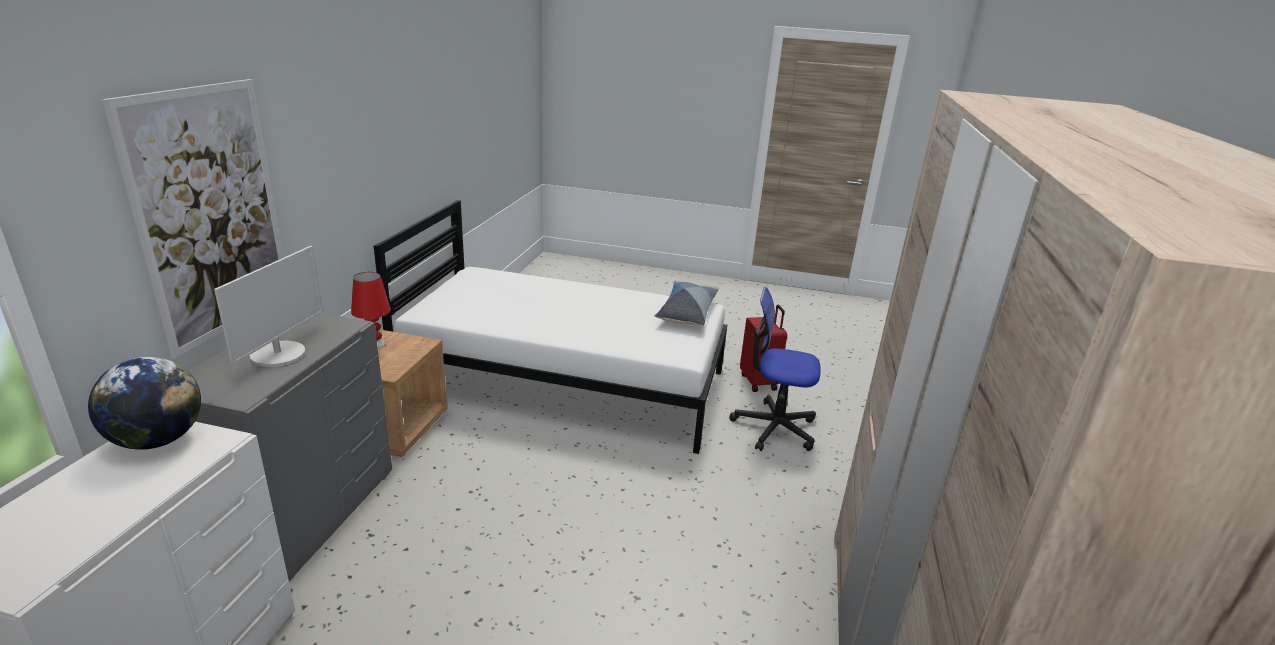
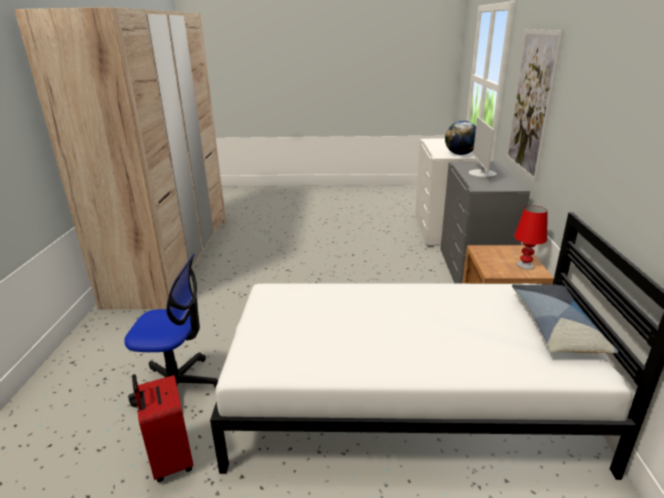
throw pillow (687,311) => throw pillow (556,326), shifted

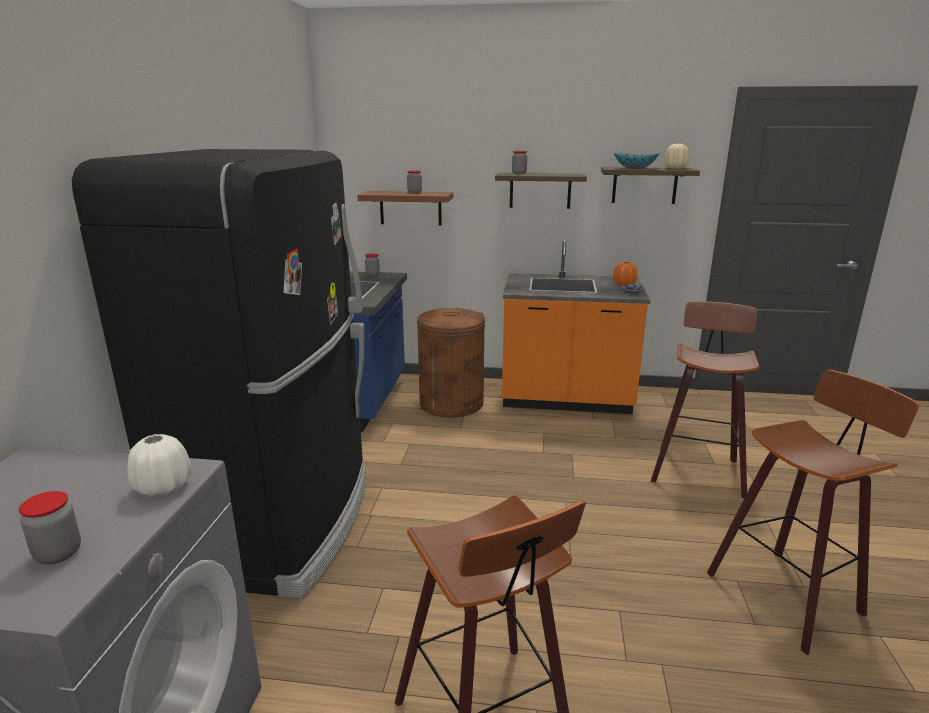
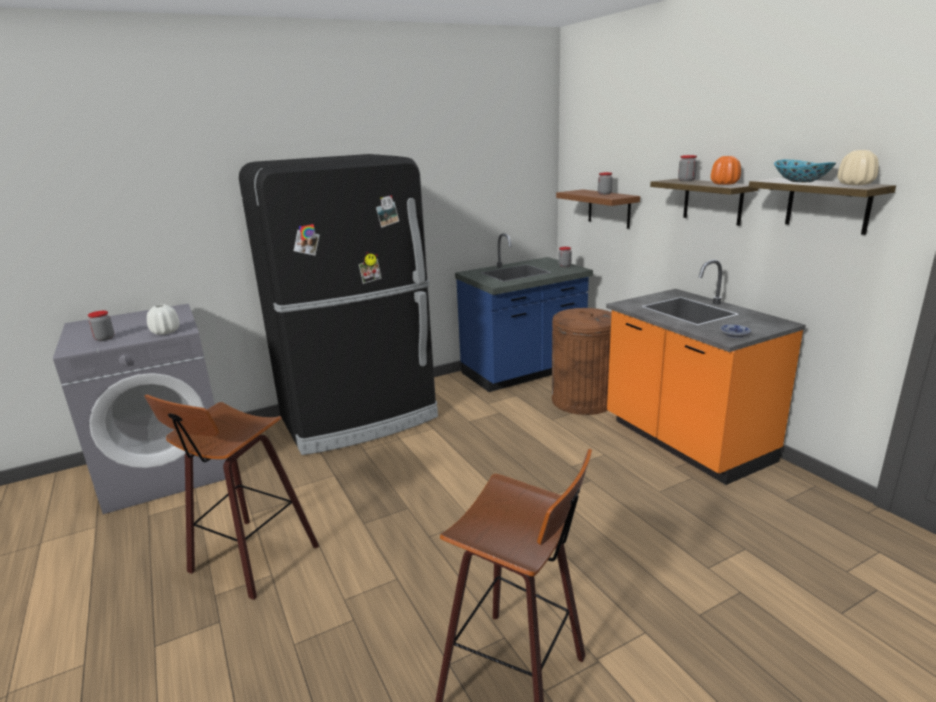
stool (697,469) => nothing
vase (orange) (624,284) => vase (orange) (724,184), shifted

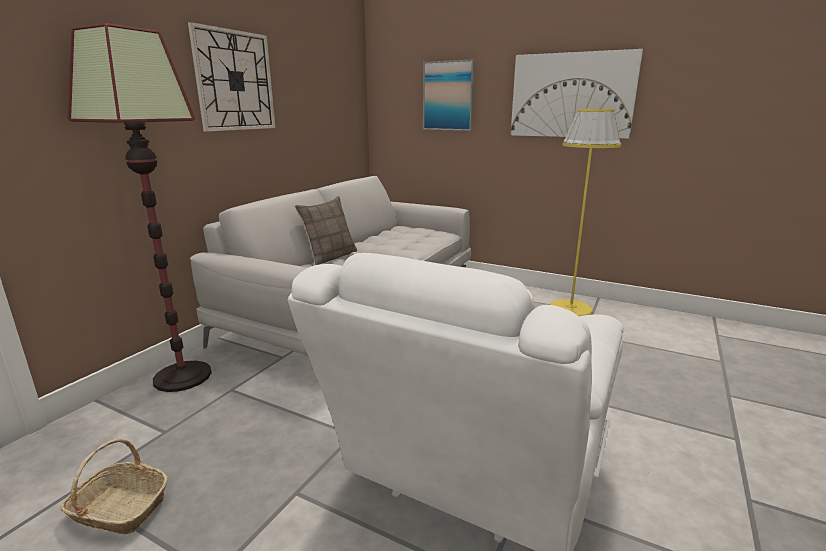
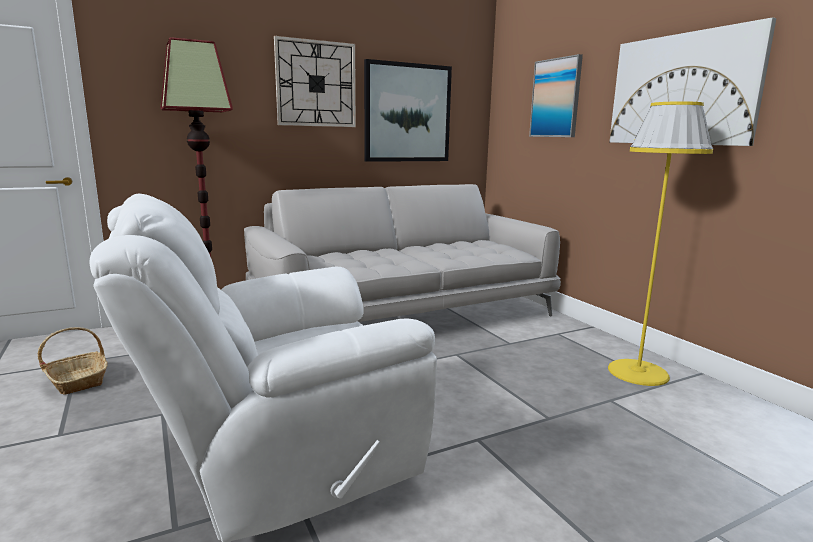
throw pillow (330,257) => nothing
nothing => wall picture (407,113)

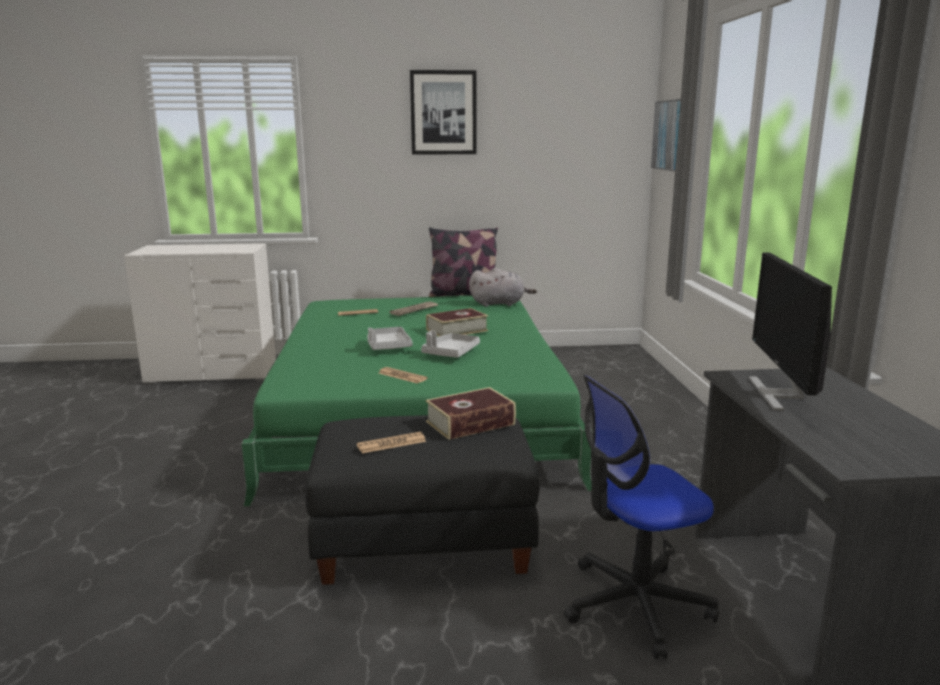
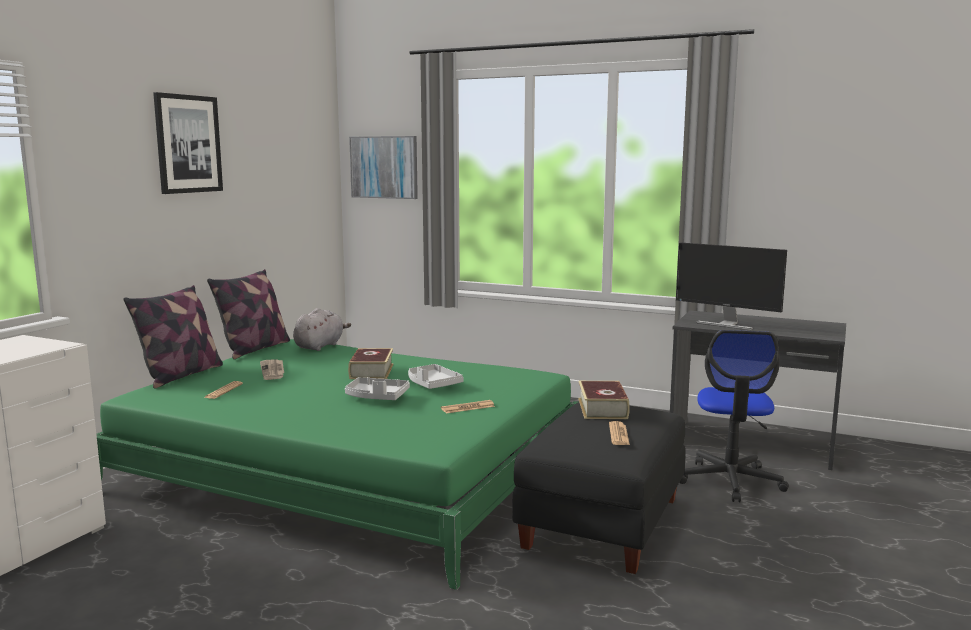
nothing => throw pillow (181,375)

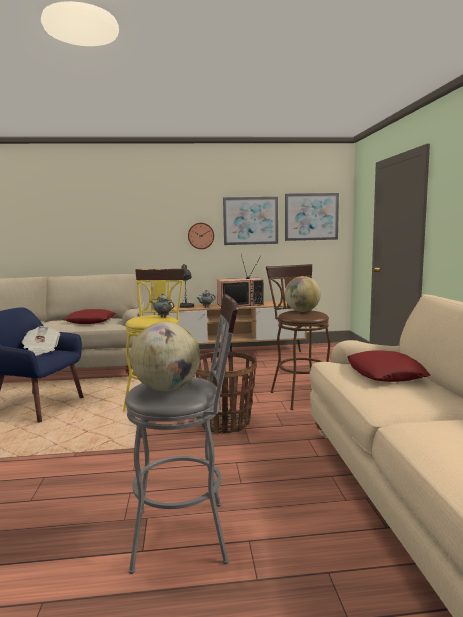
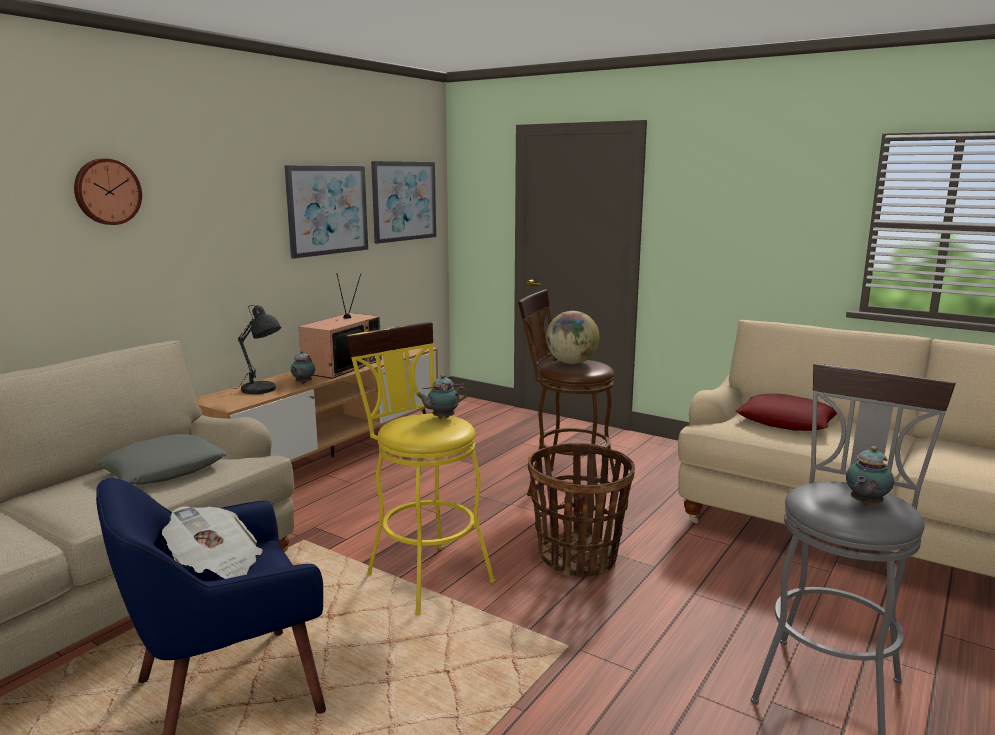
wall clock (201,236) => wall clock (107,191), shifted
globe (167,388) => teapot (864,504)
throw pillow (reddish) (90,321) => throw pillow (grey) (165,469)

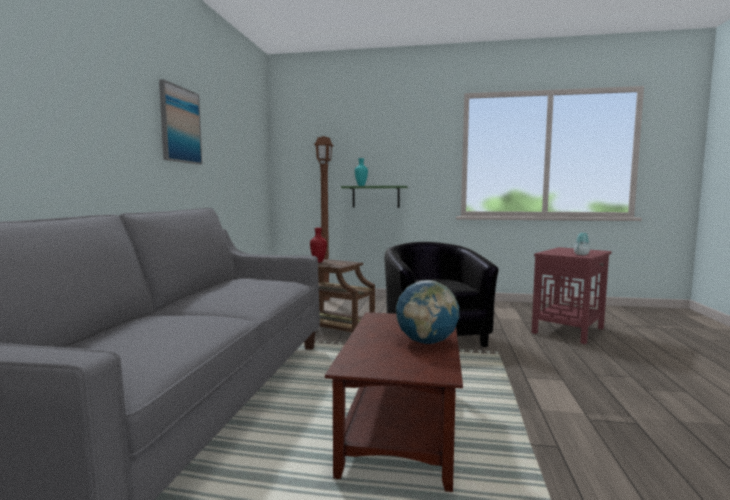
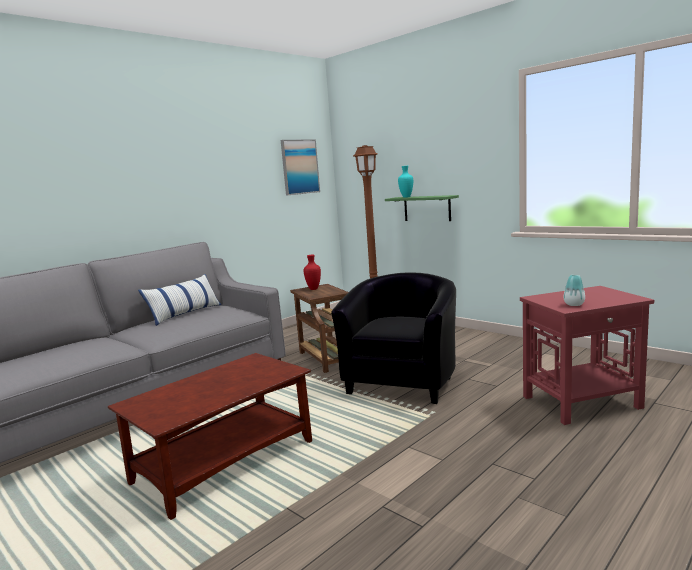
globe (426,342) => nothing
nothing => throw pillow (185,314)
wall picture (180,125) => wall picture (300,167), shifted

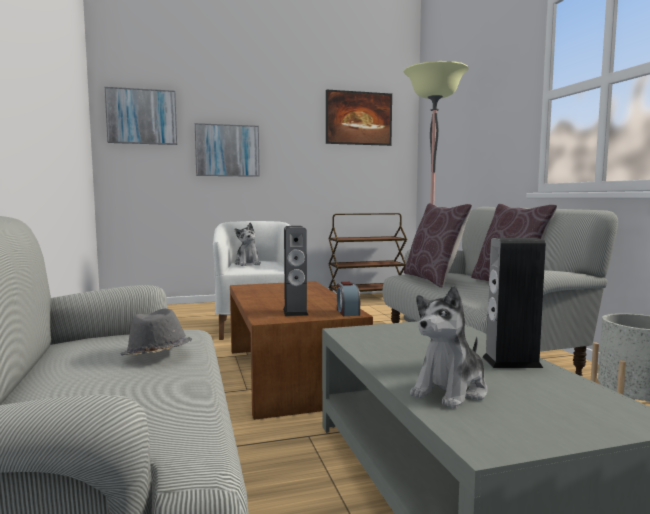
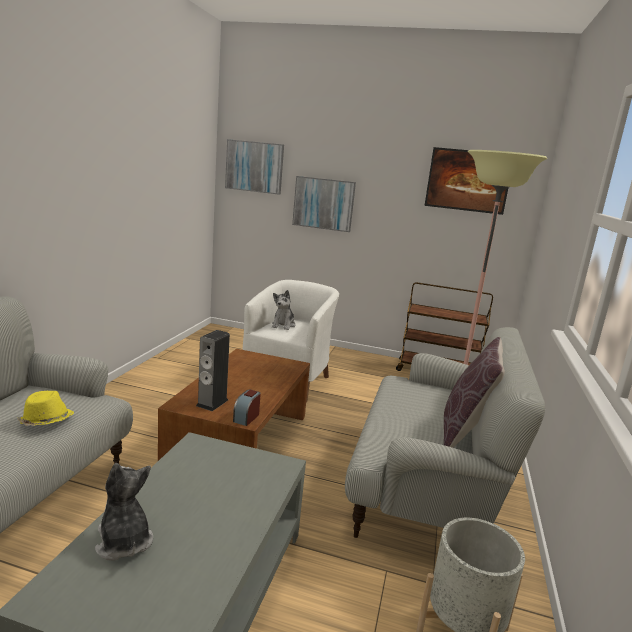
throw pillow (brown) (433,279) => nothing
audio speaker (511,362) => nothing
hat (grey) (156,354) => hat (yellow-coloured) (46,422)
soft toy (451,391) => soft toy (124,542), 75 degrees clockwise

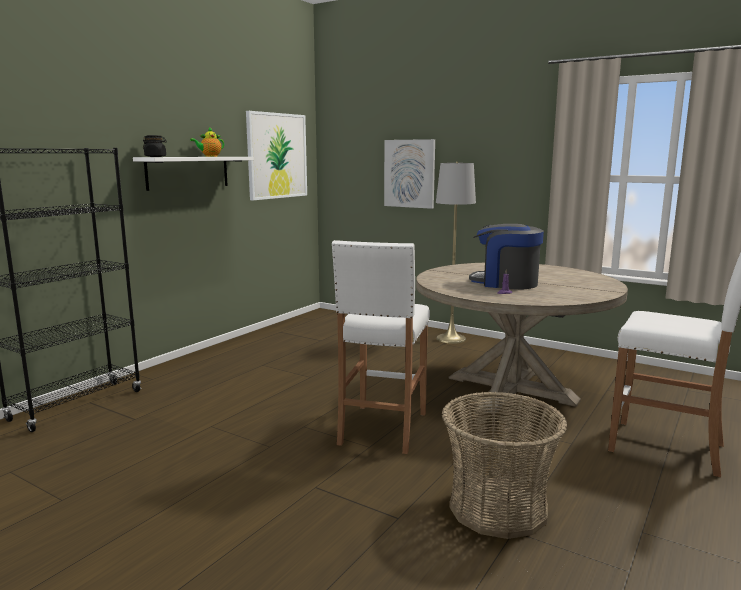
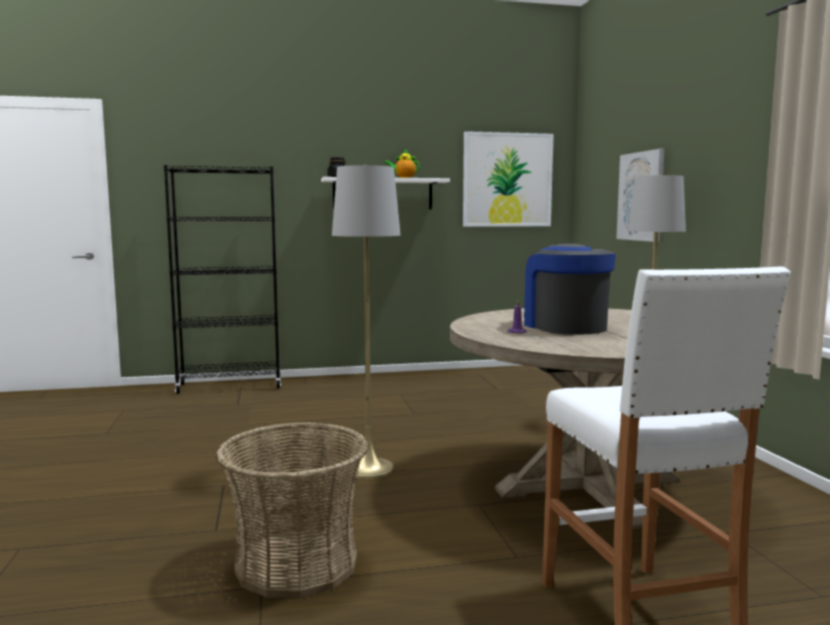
stool (white-coloured) (382,429) => standard lamp (grey) (368,468)

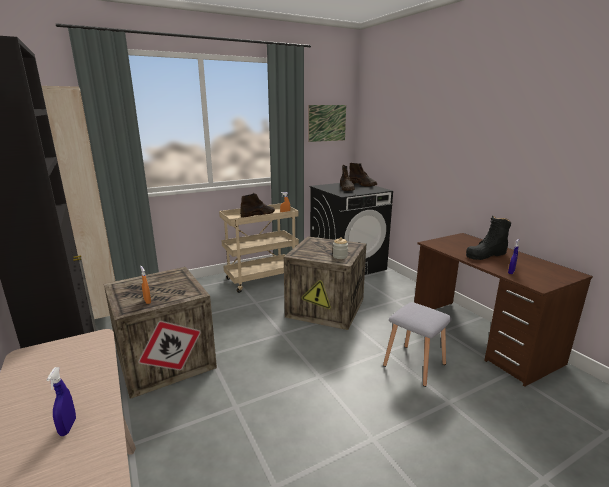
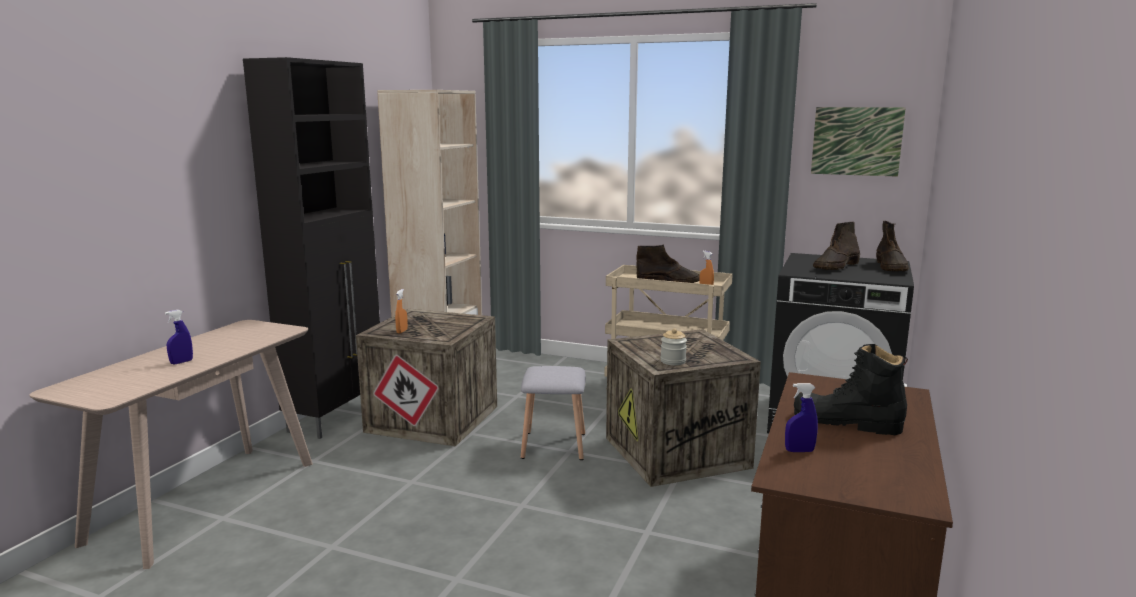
stool (grey) (414,364) => stool (grey) (555,445), shifted

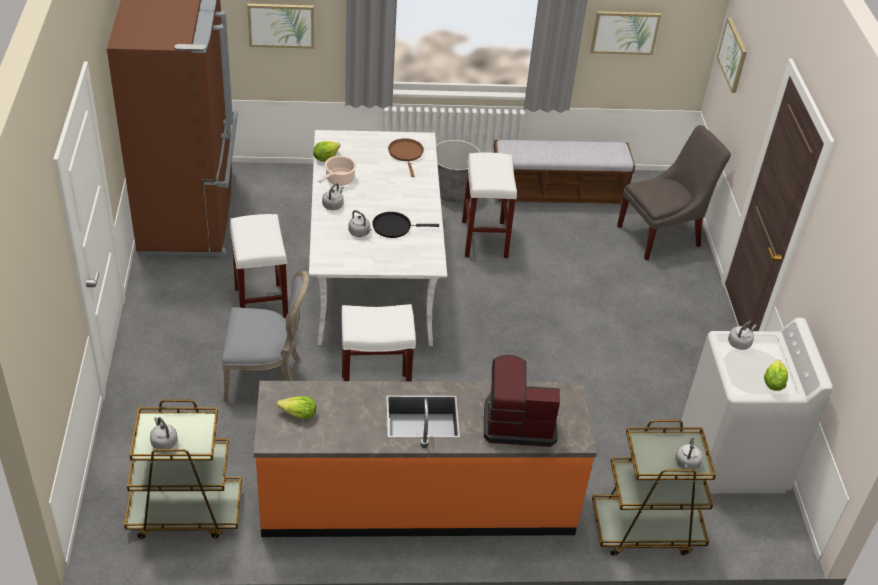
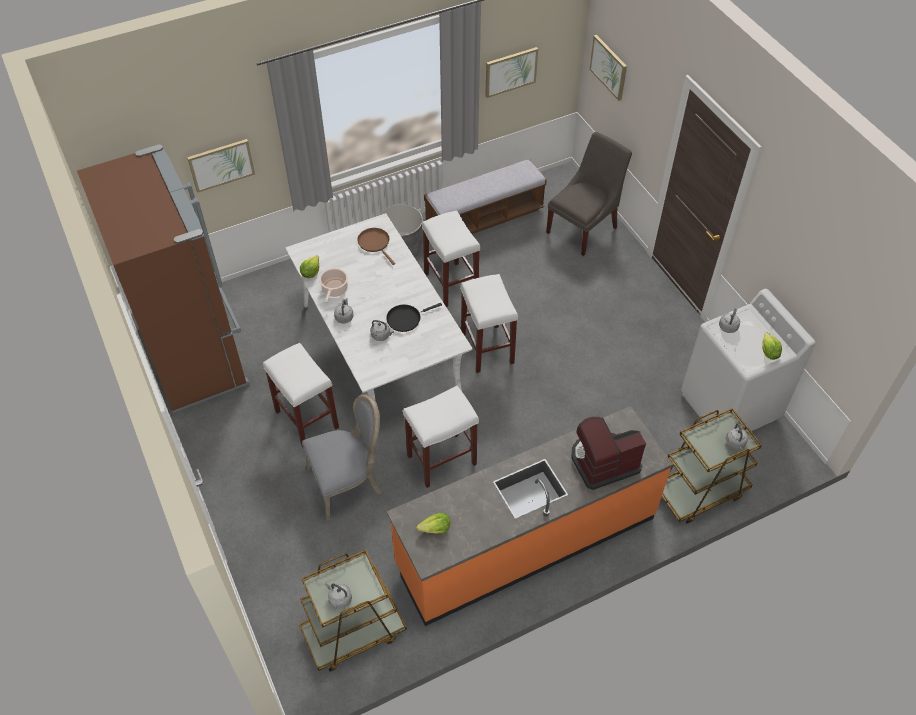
nothing => stool (white-coloured) (488,349)

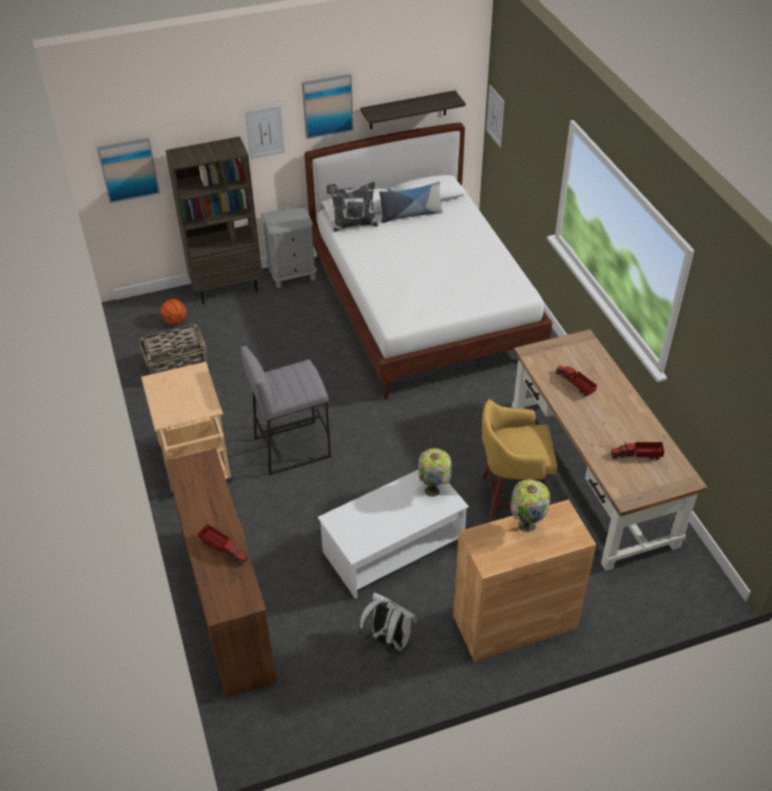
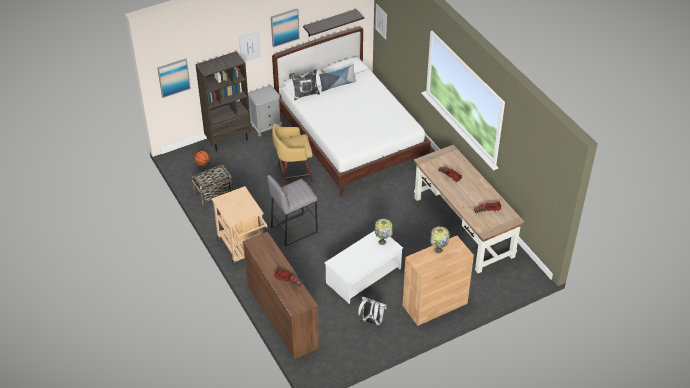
stool (yellow-coloured) (511,496) => stool (yellow-coloured) (293,174), shifted

